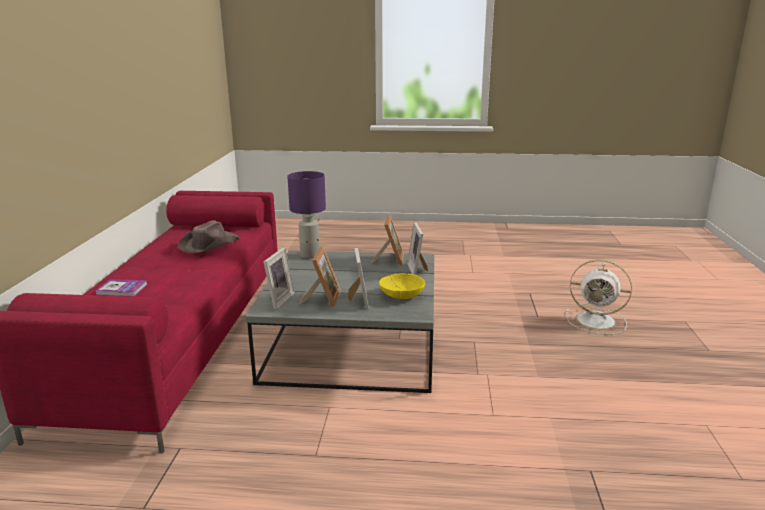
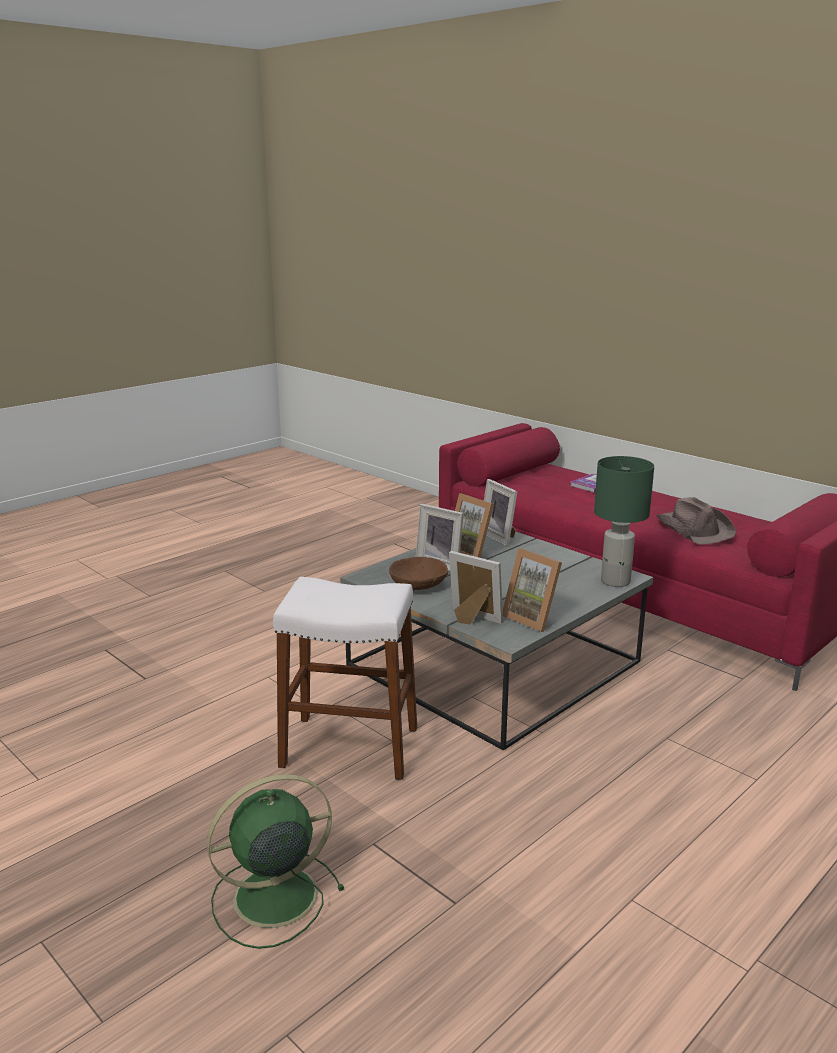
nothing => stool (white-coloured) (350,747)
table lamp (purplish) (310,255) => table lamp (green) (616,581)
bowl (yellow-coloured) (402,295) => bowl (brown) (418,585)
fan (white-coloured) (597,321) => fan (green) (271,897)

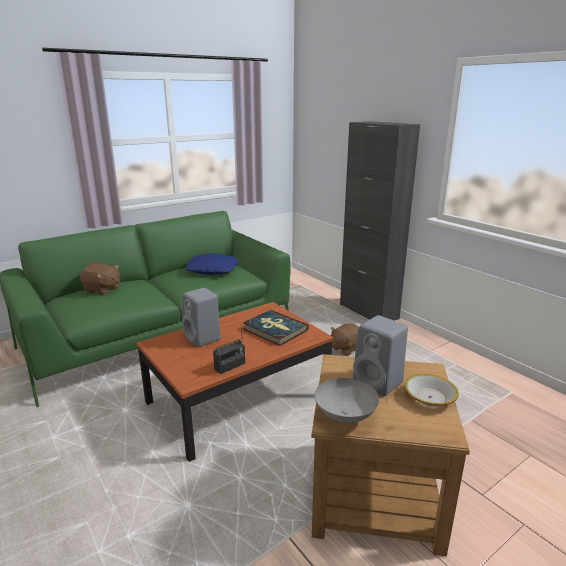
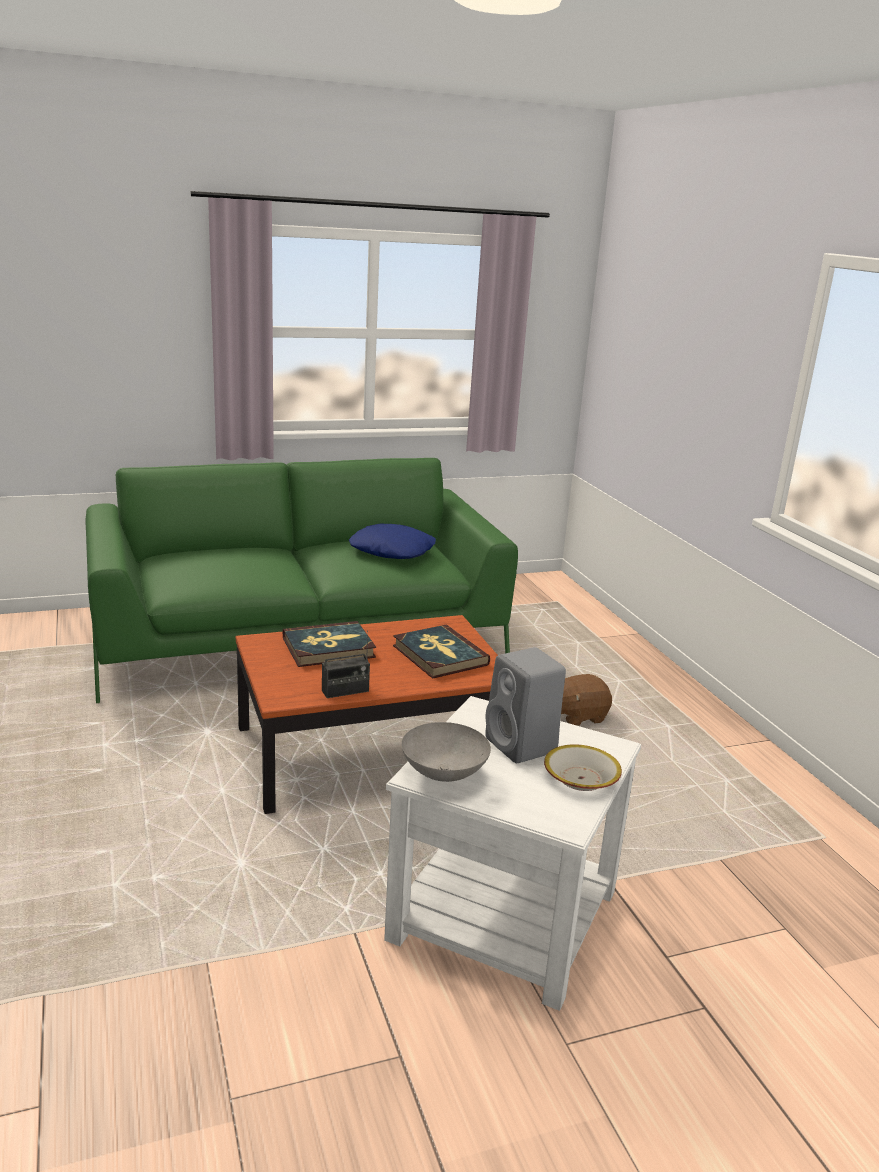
soft toy (brown) (102,290) => nothing
cupboard (black-coloured) (368,311) => nothing
audio speaker (grey) (203,339) => bound book (328,648)
accent table (brown) (375,493) => accent table (white-coloured) (503,914)

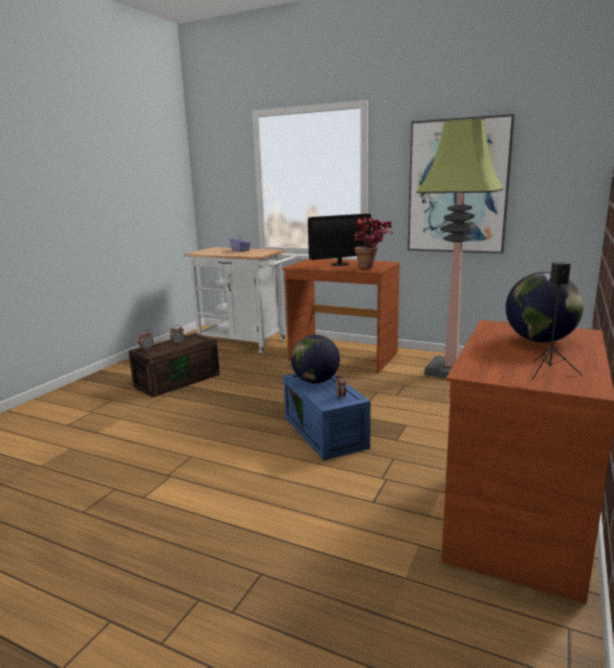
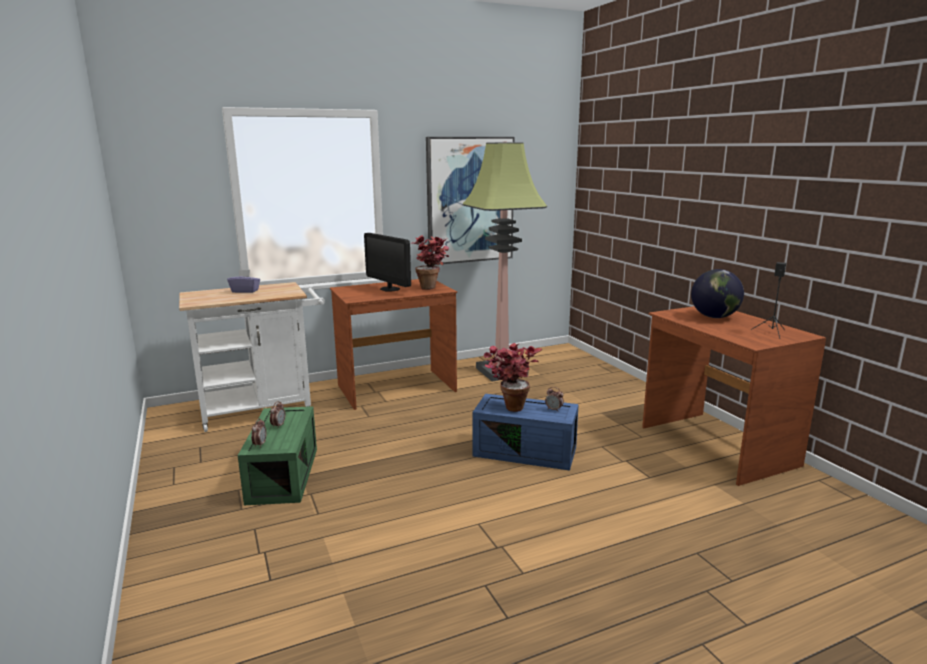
globe (315,381) => potted plant (509,406)
storage bin (brown) (178,380) => storage bin (green) (282,474)
monitor (339,264) => monitor (390,289), 120 degrees clockwise

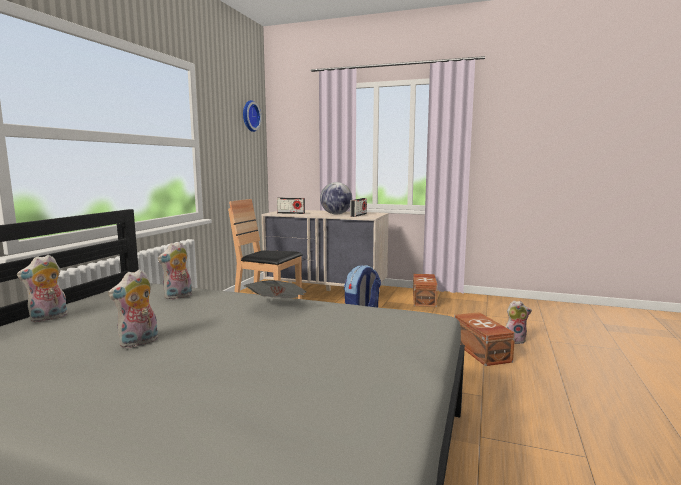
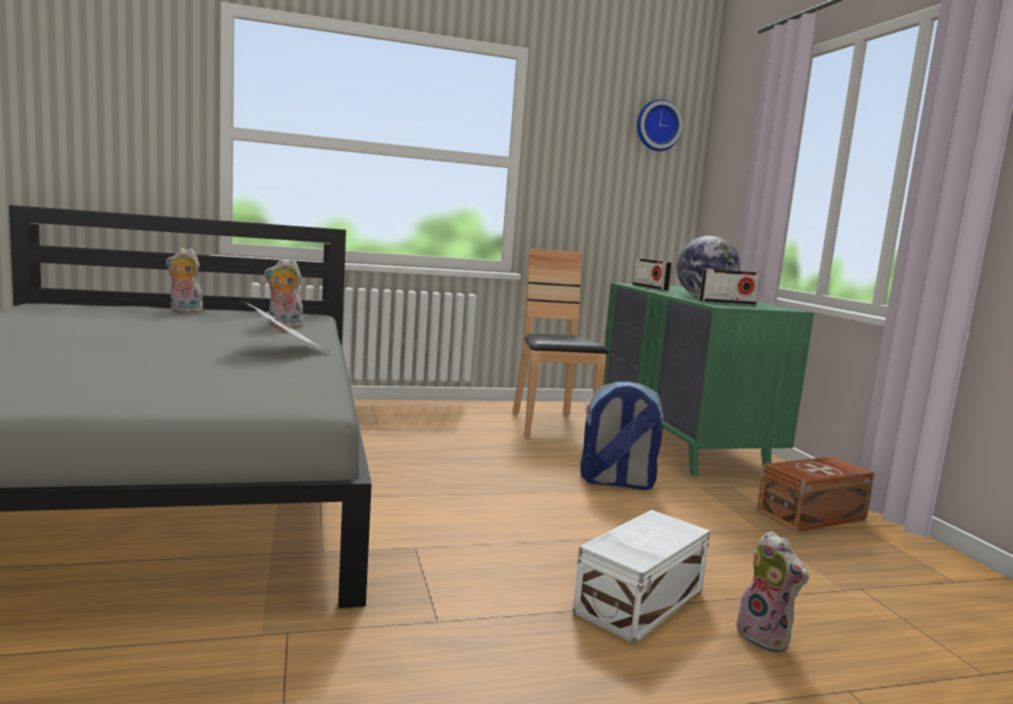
soft toy (139,343) => nothing
chest of drawers (beige) (326,292) => chest of drawers (green) (681,442)
storage bin (brown) (481,351) => storage bin (white-coloured) (636,601)

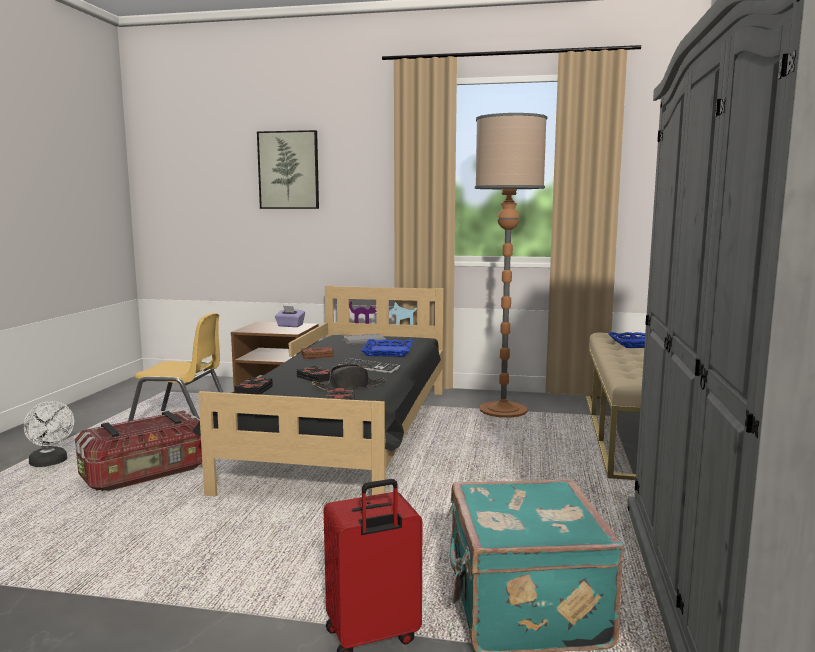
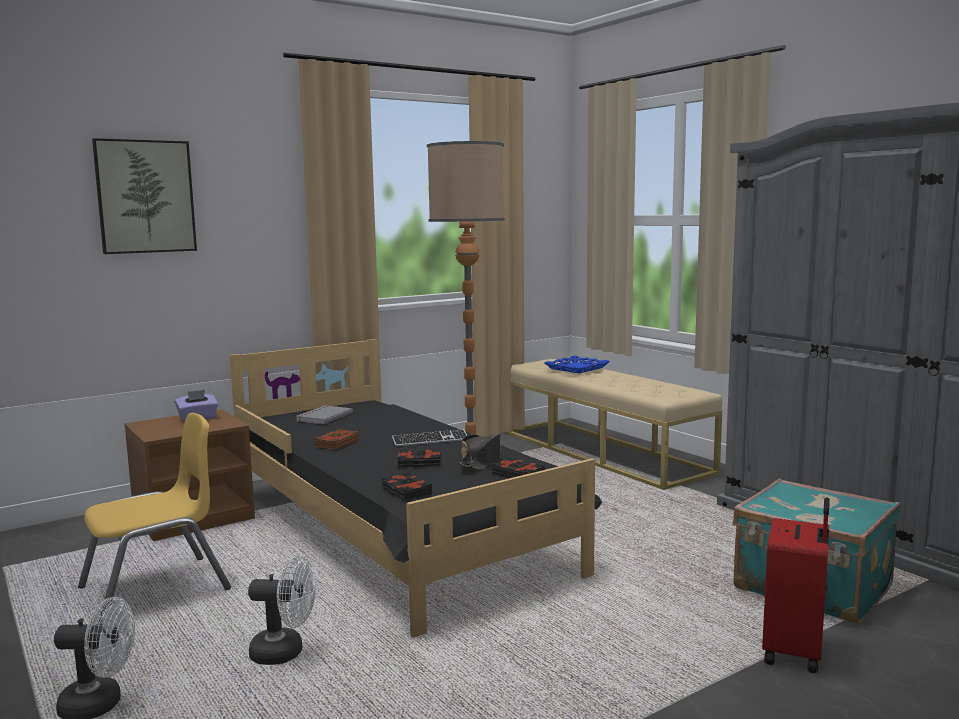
serving tray (blue) (388,352) => nothing
storage bin (147,474) => fan (white-coloured) (285,652)

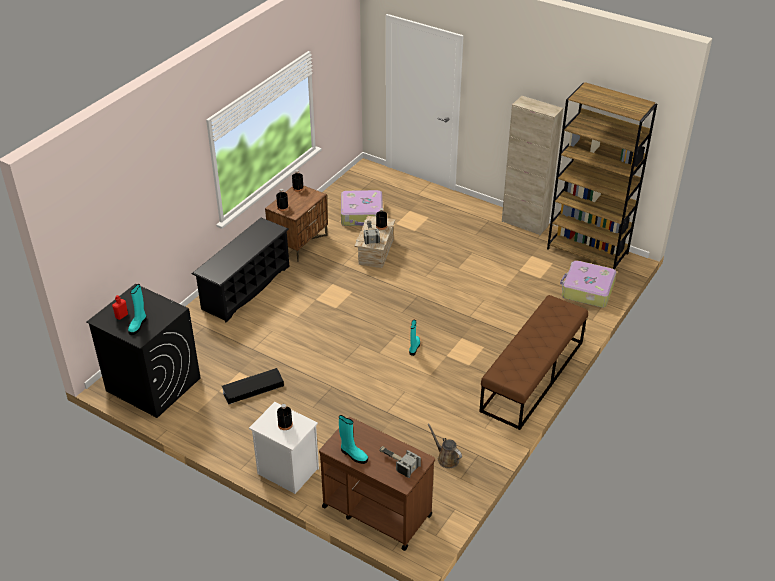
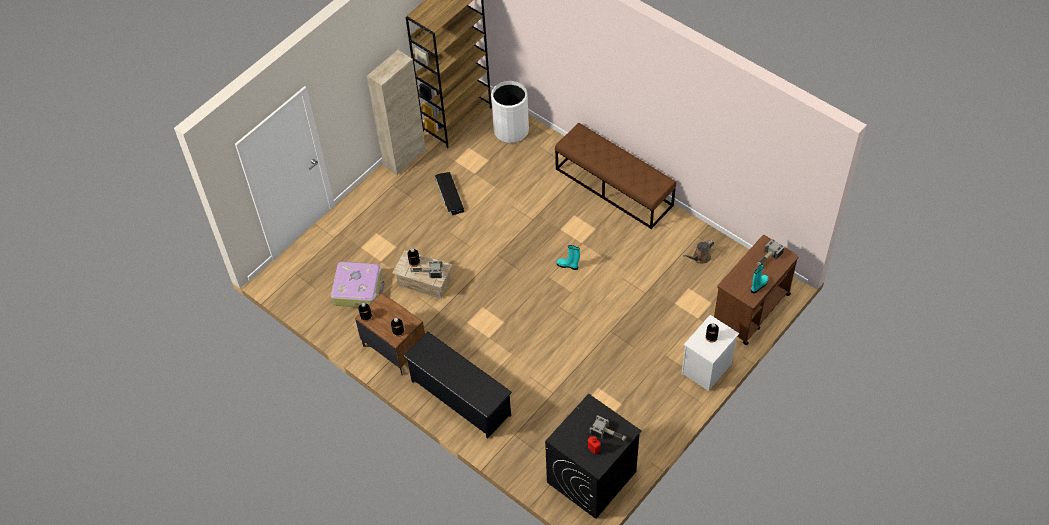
storage bin (black-coloured) (253,389) => storage bin (black-coloured) (449,196), shifted
tall boot (turquoise) (138,325) => tool hammer (609,434)
piece of luggage (587,290) => trash can (white-coloured) (511,130)

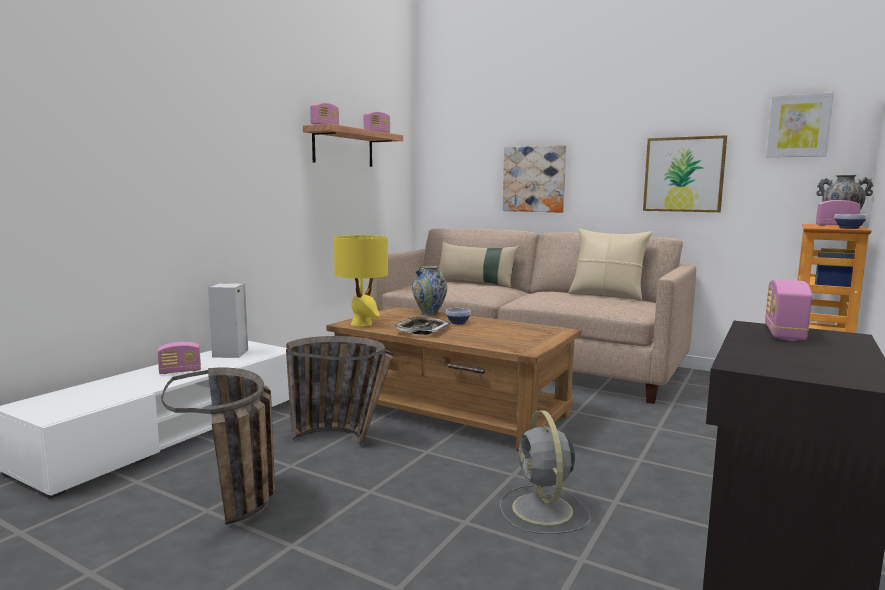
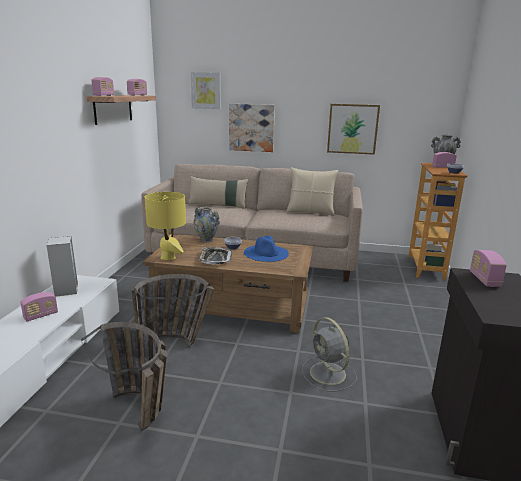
nothing => hat (blue) (266,253)
wall picture (798,126) => wall picture (206,90), shifted

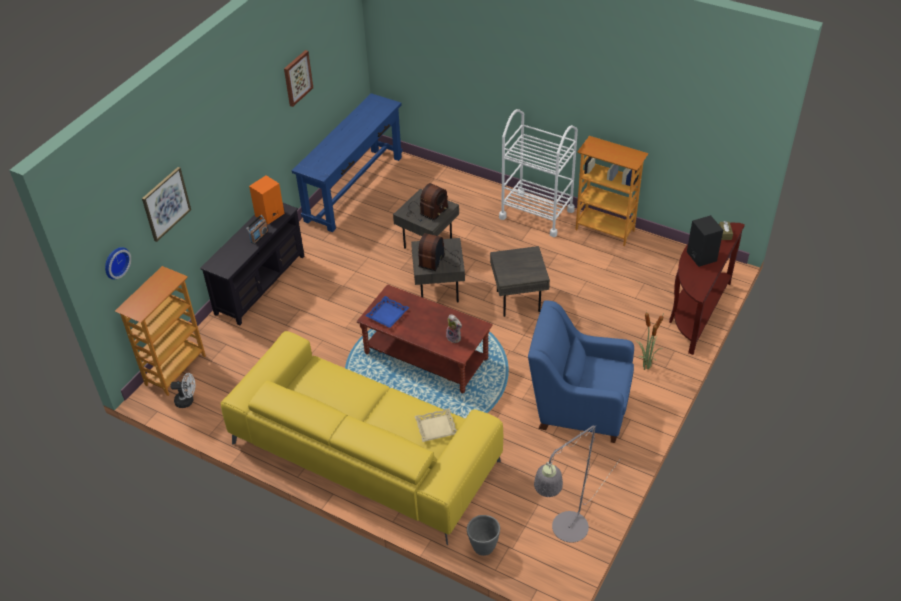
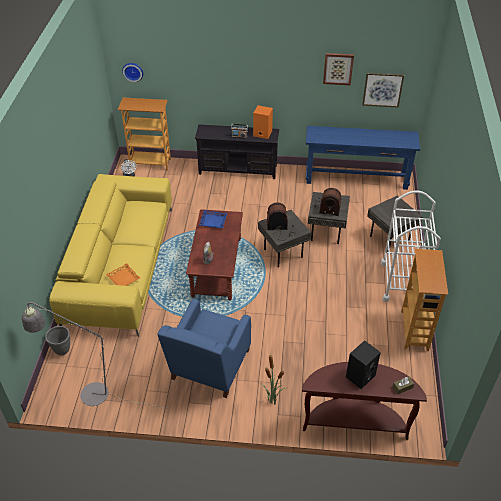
wall picture (166,203) => wall picture (382,89), shifted
accent table (grey) (519,300) => accent table (grey) (390,239), shifted
serving tray (beige) (436,427) => serving tray (orange) (123,278)
lounge chair (blue) (578,406) => lounge chair (blue) (209,367), 150 degrees counterclockwise

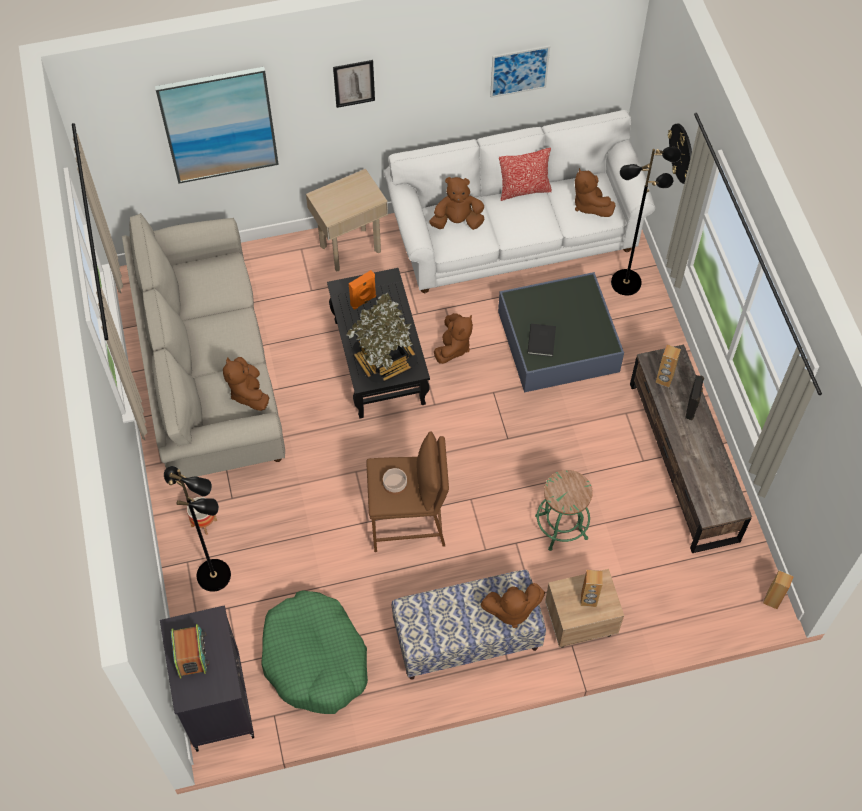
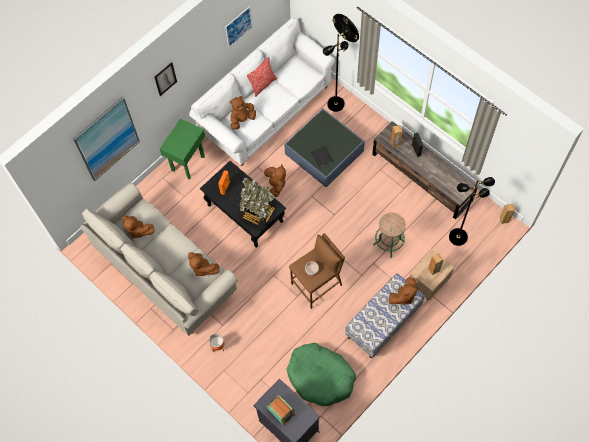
standard lamp (black-coloured) (215,575) => standard lamp (black-coloured) (458,236), shifted
soft toy (brown) (589,204) => soft toy (brown) (138,230), shifted
accent table (beige) (351,249) => accent table (green) (188,163)

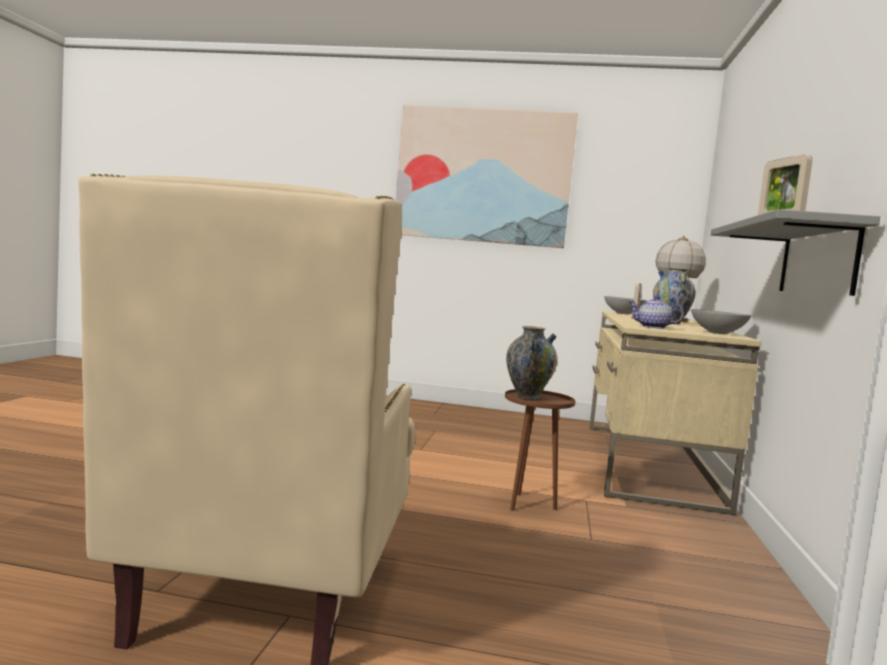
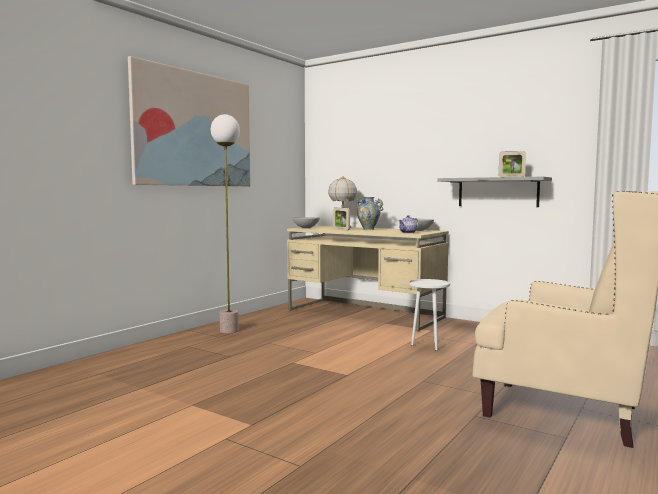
vase (527,396) => nothing
nothing => standard lamp (229,331)
accent table (brown) (528,504) => accent table (white-coloured) (428,346)

